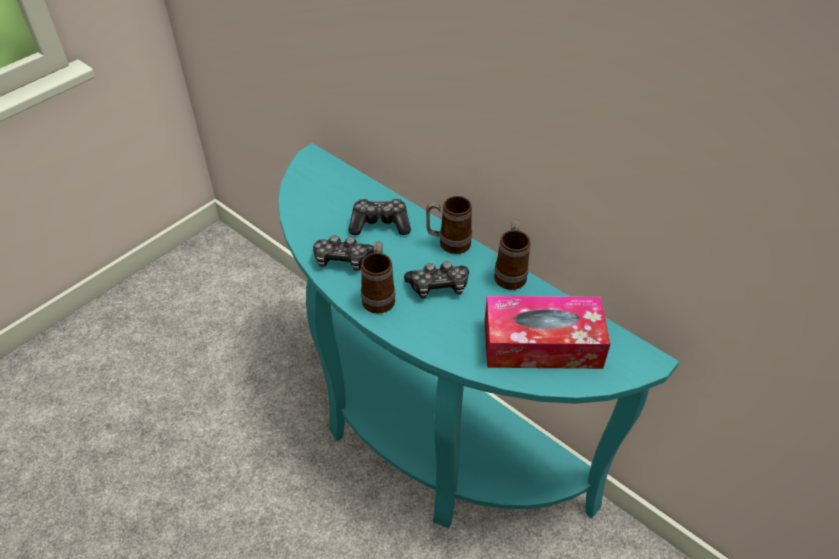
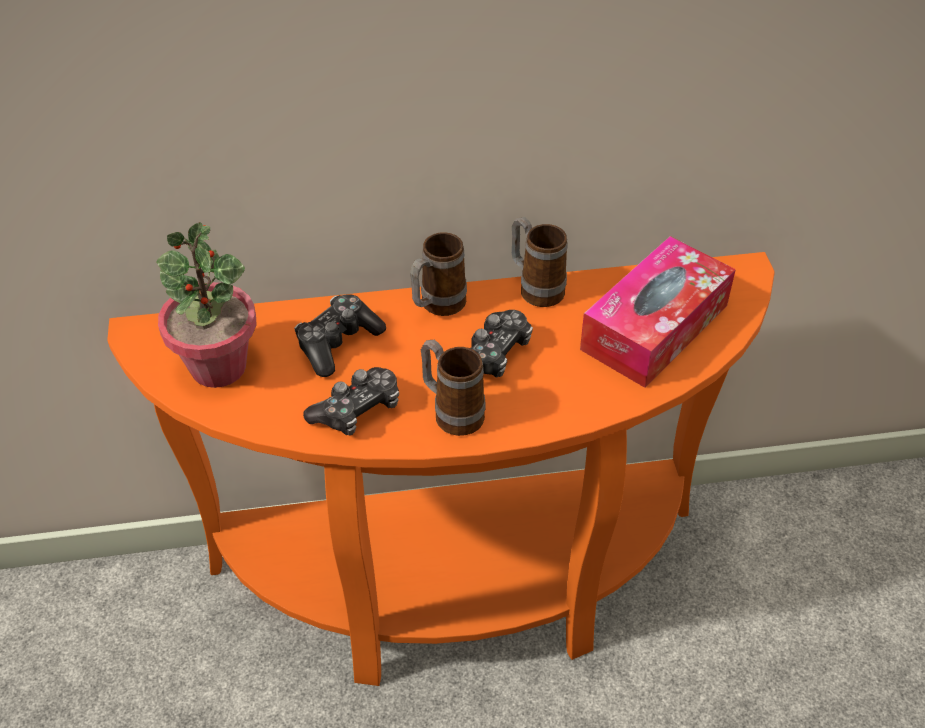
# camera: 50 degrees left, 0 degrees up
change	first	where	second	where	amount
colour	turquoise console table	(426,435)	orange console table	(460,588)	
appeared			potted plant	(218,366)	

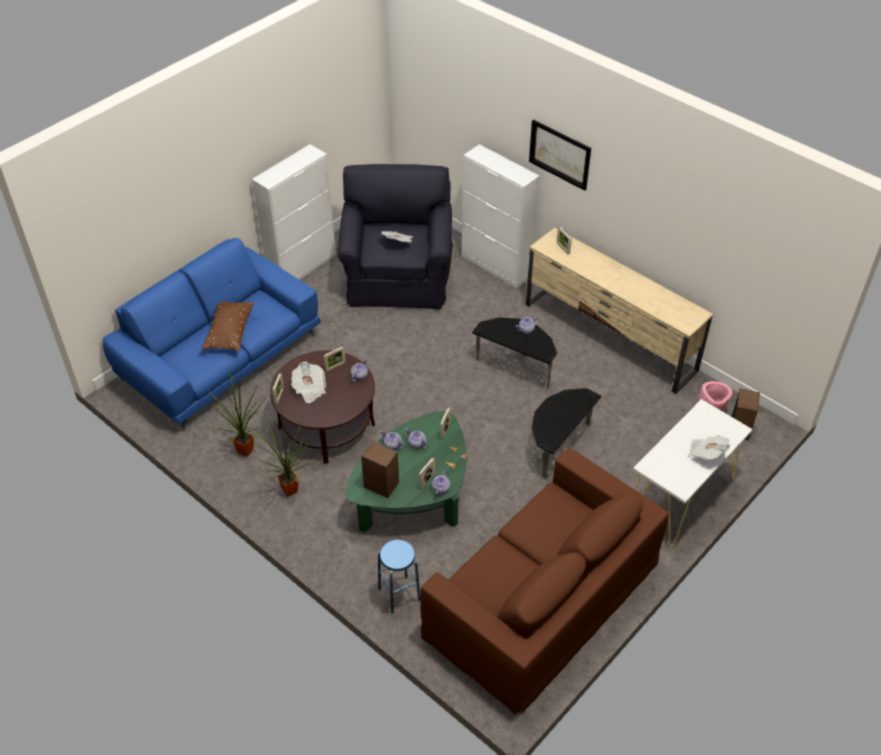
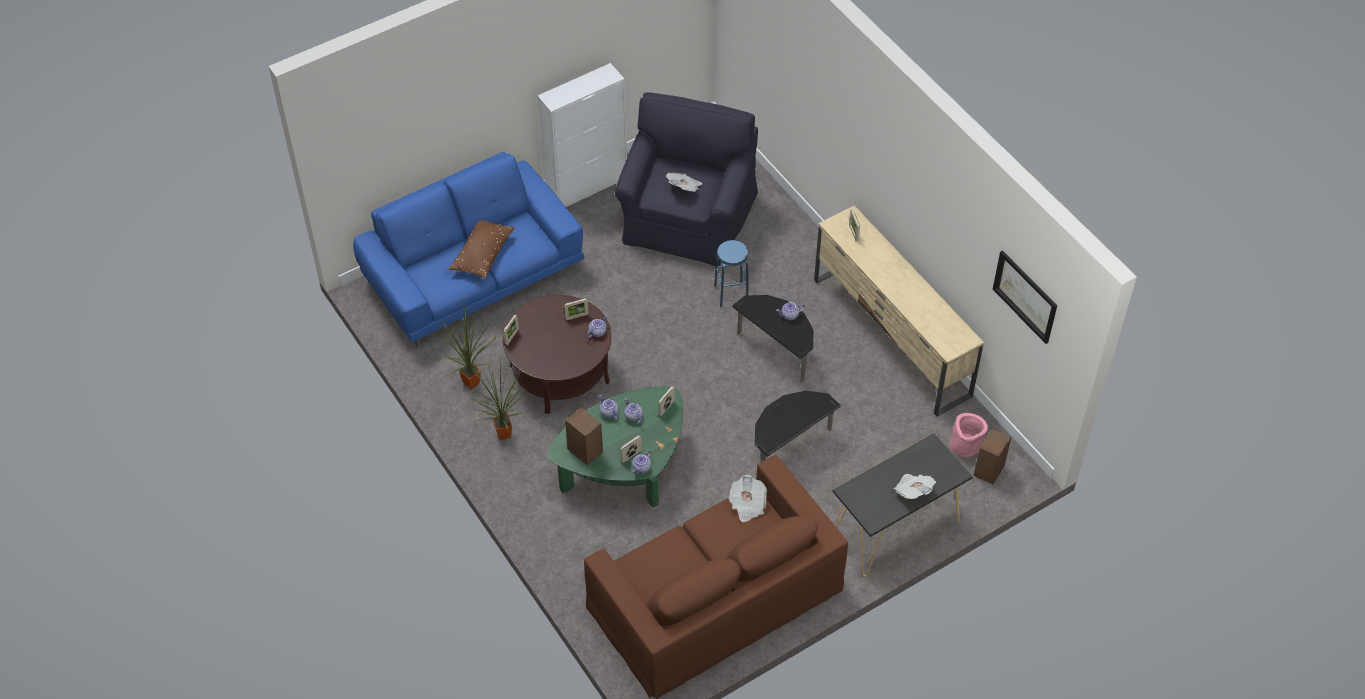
# camera: 15 degrees right, 5 degrees up
change	first	where	second	where	amount
relocated	picture	(560,154)		(1025,296)	
missing	white cabinet	(496,266)			
relocated	newspaper	(309,389)		(747,505)	
colour	white console table	(680,497)	black console table	(894,528)	
relocated	blue stool	(399,594)		(731,293)	

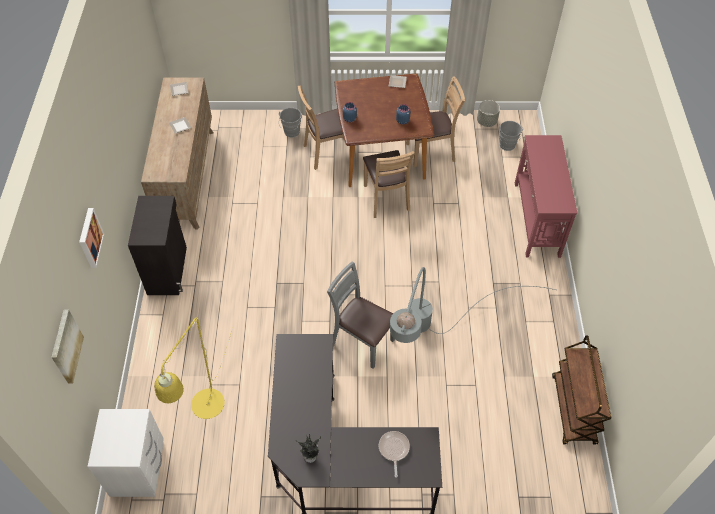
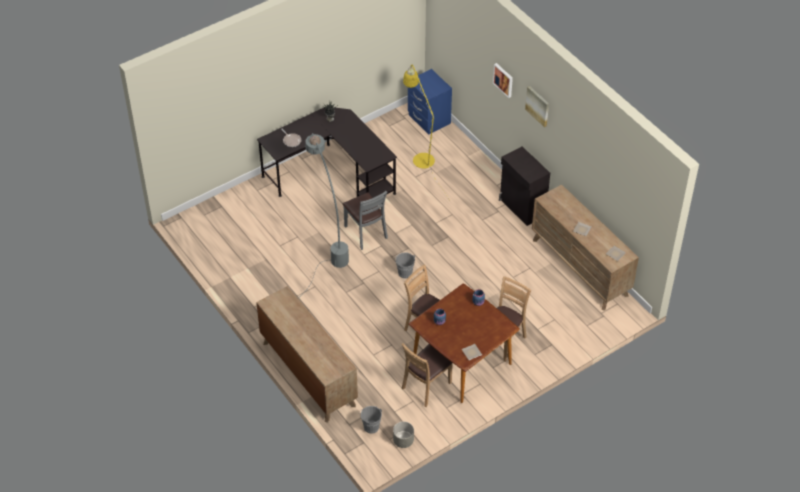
# camera: 145 degrees right, 5 degrees down
change	first	where	second	where	amount
relocated	grey bucket	(291,133)		(404,272)	
exchanged	red console table	(536,219)	brown dresser	(308,373)	
spun	grey chair	(362,341)		(365,233)	60 degrees clockwise
relocated	picture	(65,346)		(538,106)	
missing	brown cart	(573,410)			
colour	white nightstand	(138,469)	blue nightstand	(428,119)	

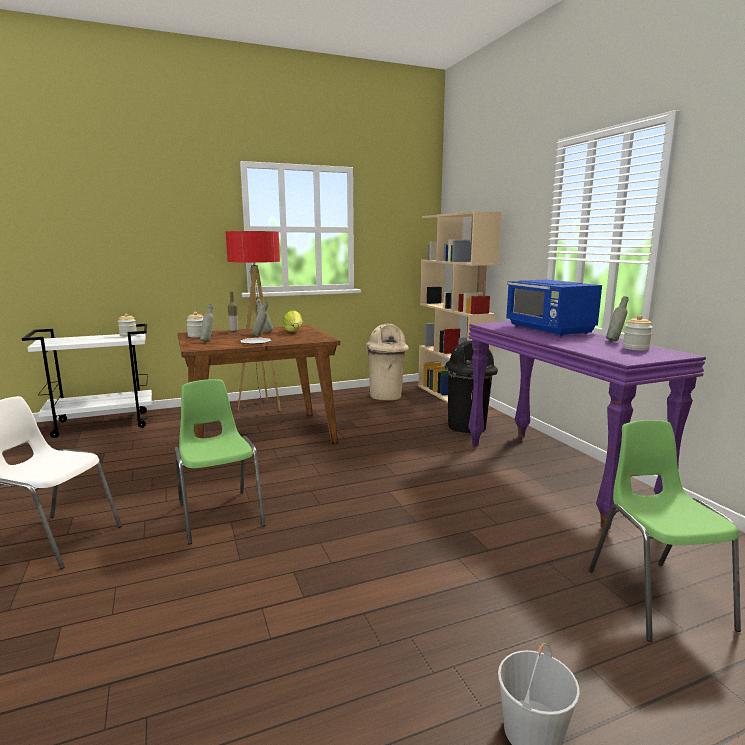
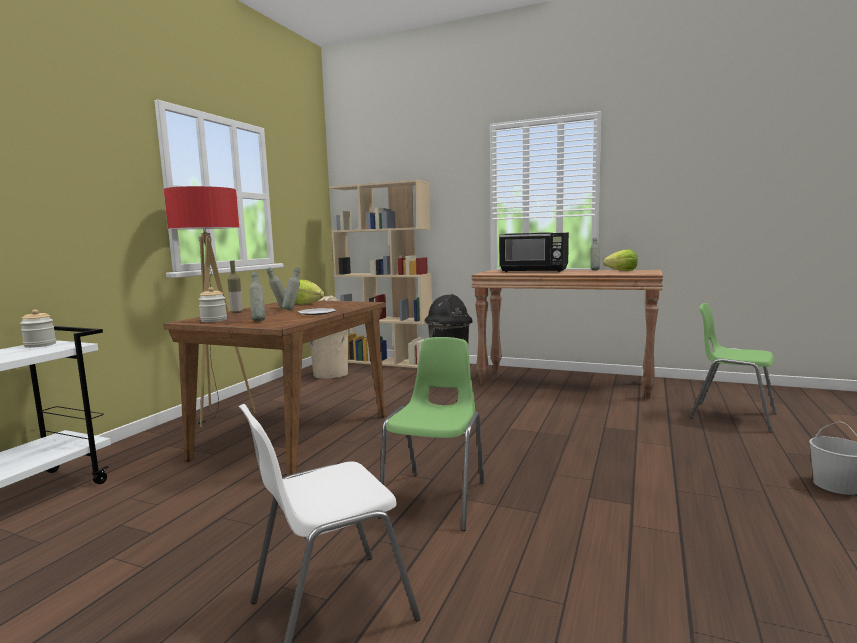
# camera: 45 degrees left, 5 degrees down
change	first	where	second	where	amount
colour	blue microwave	(549,329)	black microwave	(534,271)	
exchanged	jar	(635,348)	lettuce	(622,271)	
colour	purple console table	(557,474)	brown console table	(565,383)	
spun	green chair	(220,515)		(436,499)	90 degrees clockwise

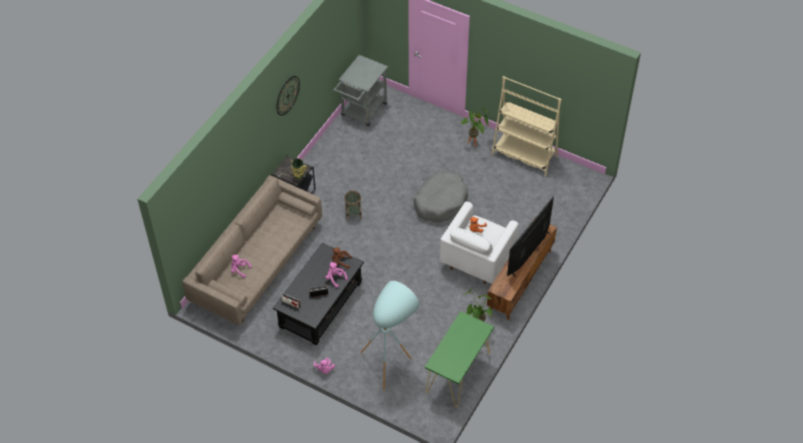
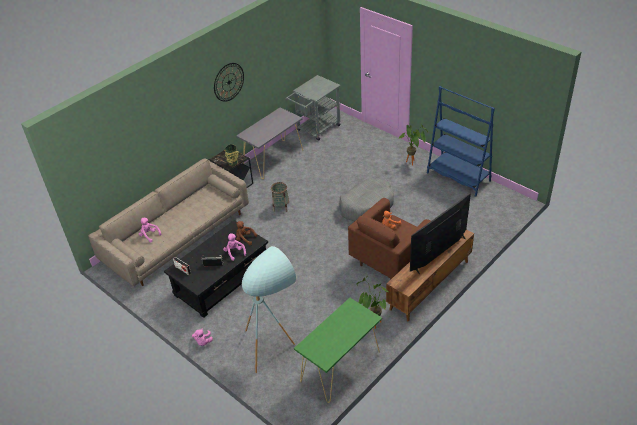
# camera: 15 degrees right, 10 degrees down
change	first	where	second	where	amount
colour	beige bookcase	(524,155)	blue bookcase	(458,177)	
colour	white armchair	(477,260)	brown armchair	(390,260)	
appeared			grey console table	(273,159)	

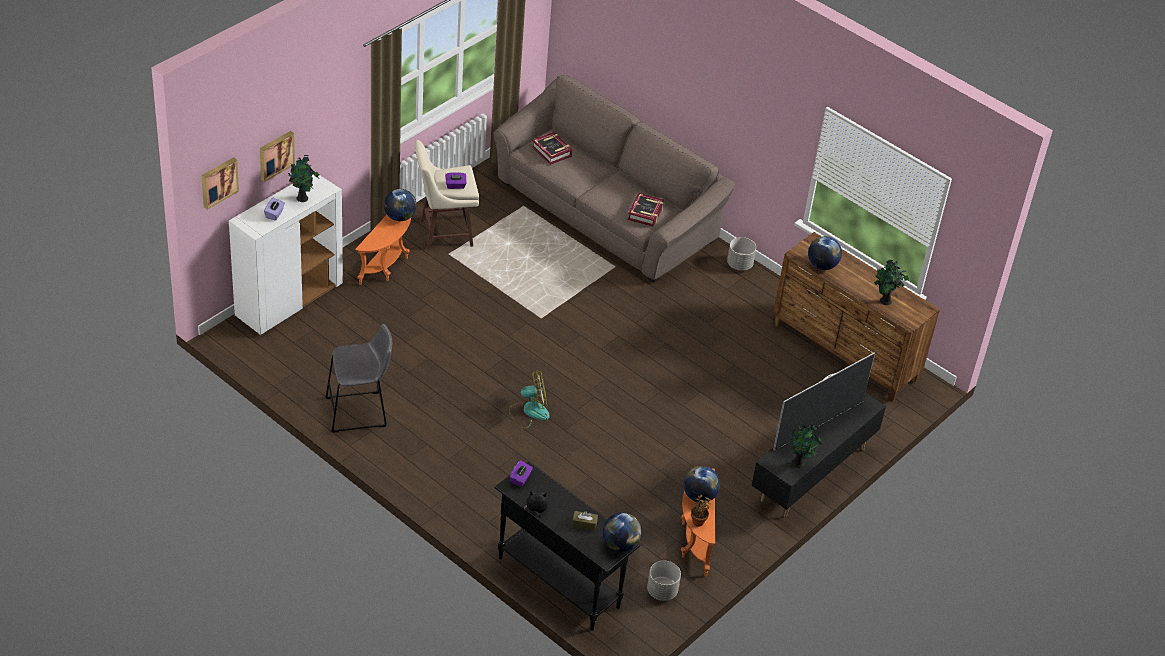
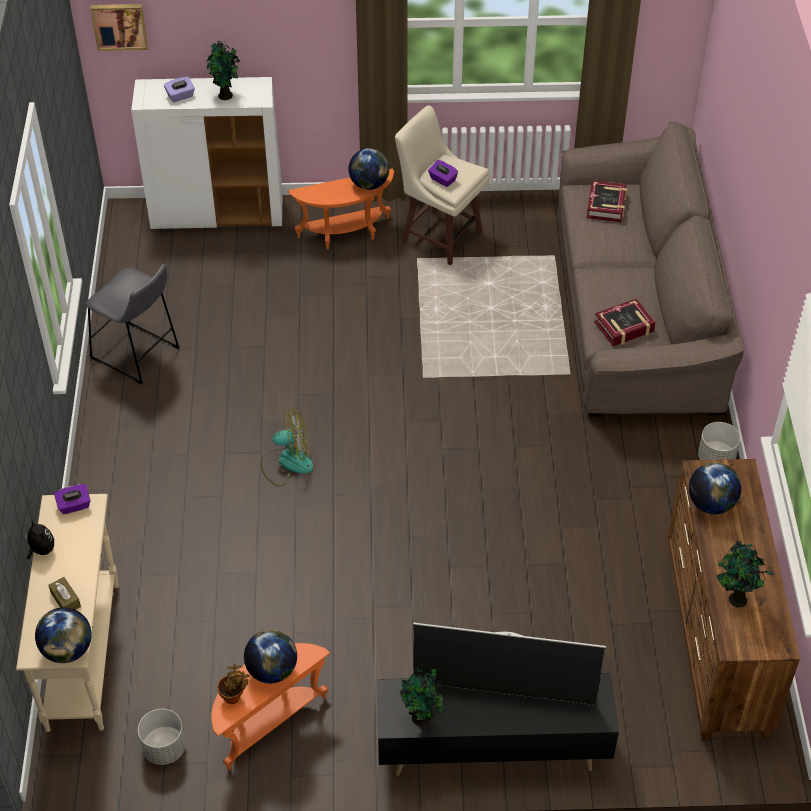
# camera: 50 degrees right, 5 degrees up
change	first	where	second	where	amount
missing	picture	(275,155)			
spun	fan	(529,411)		(287,462)	45 degrees counterclockwise
colour	black console table	(558,582)	beige console table	(84,655)	

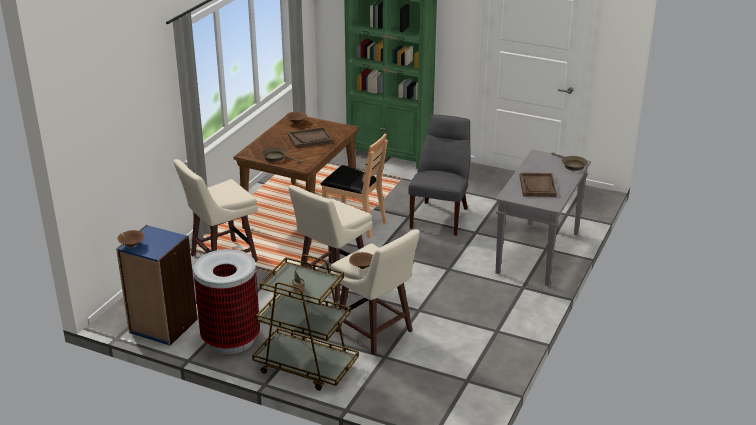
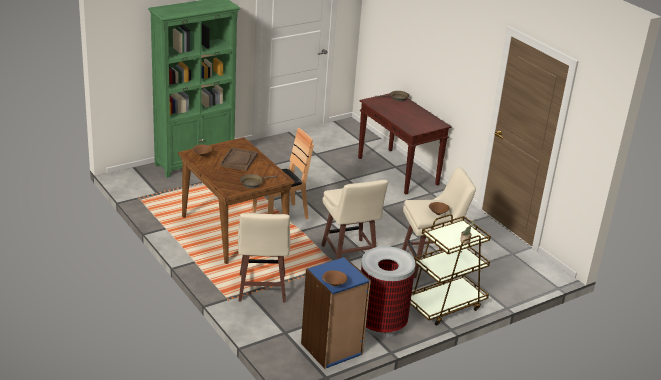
# camera: 60 degrees left, 0 degrees up
change	first	where	second	where	amount
missing	grey chair	(440,216)			
colour	grey console table	(538,254)	brown console table	(398,172)	
missing	brown tray	(537,186)			

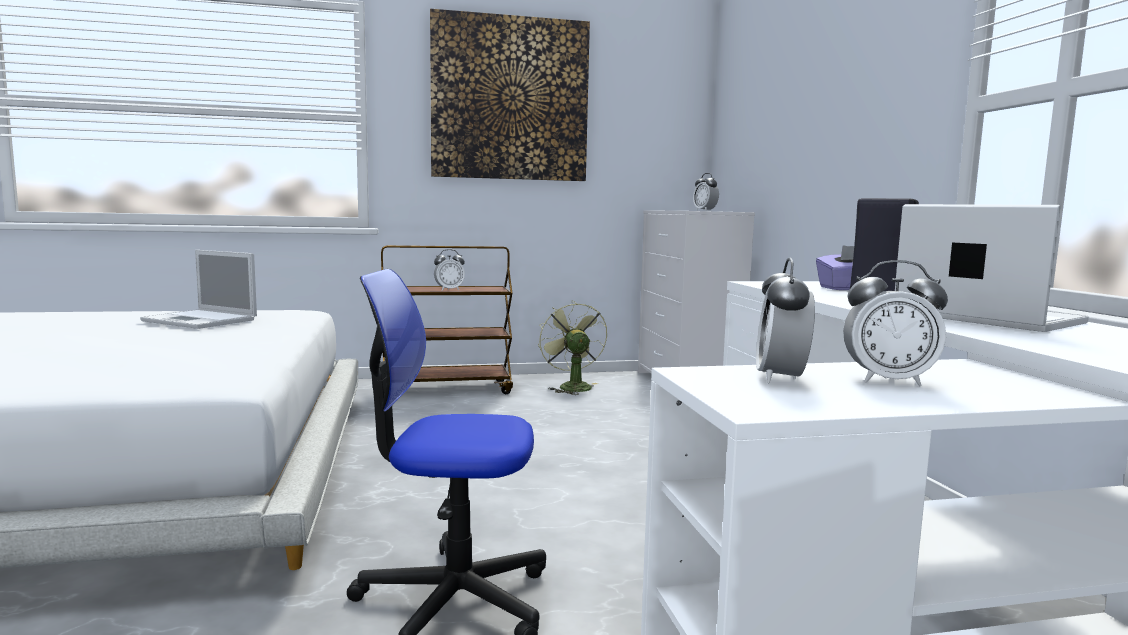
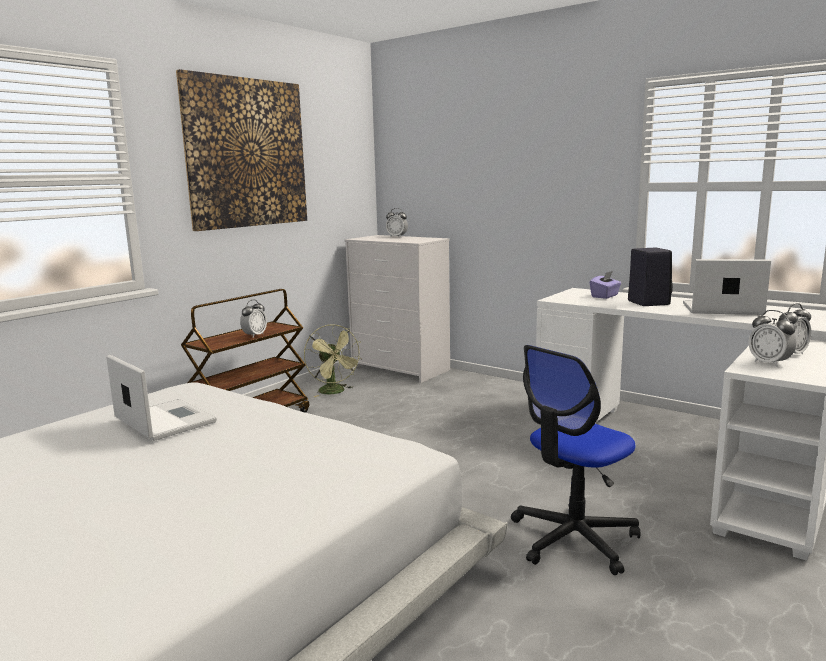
# camera: 40 degrees left, 5 degrees up
change	first	where	second	where	amount
spun	laptop	(201,320)		(164,420)	120 degrees counterclockwise
spun	green fan	(571,386)		(335,392)	150 degrees counterclockwise

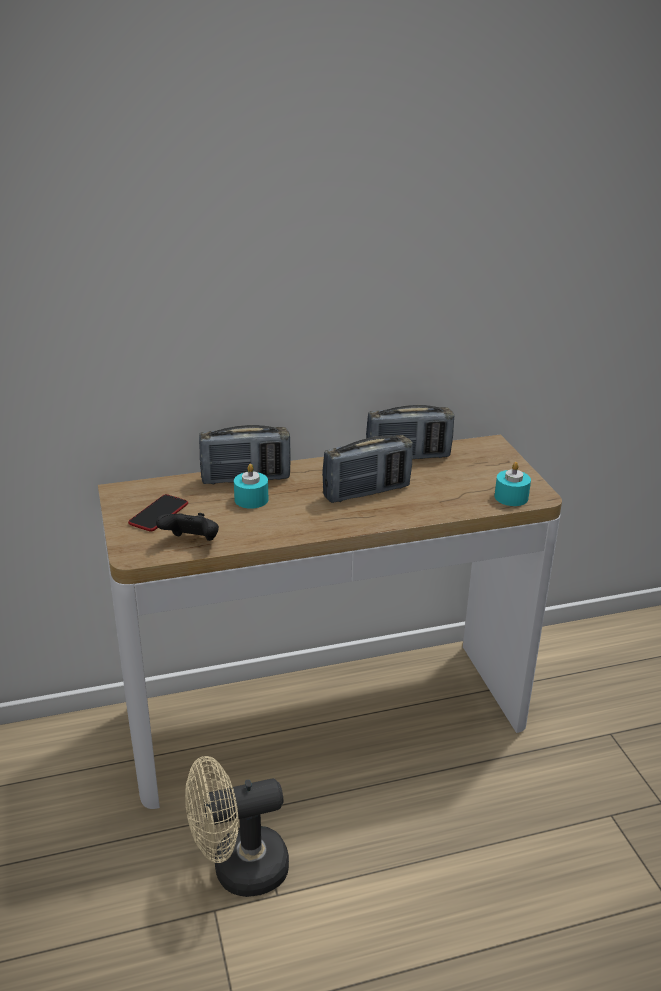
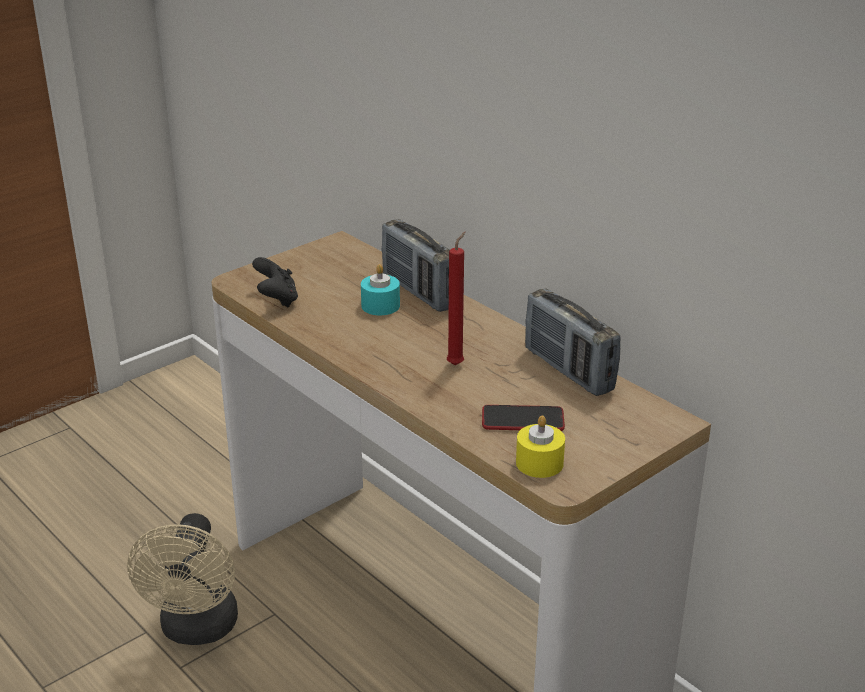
# camera: 65 degrees right, 0 degrees up
change	first	where	second	where	amount
exchanged	radio	(366,492)	red candle	(457,364)	
colour	turquoise candle	(511,497)	yellow candle	(539,463)	
relocated	phone	(158,514)		(522,420)	
spun	beige fan	(238,870)		(197,630)	135 degrees counterclockwise

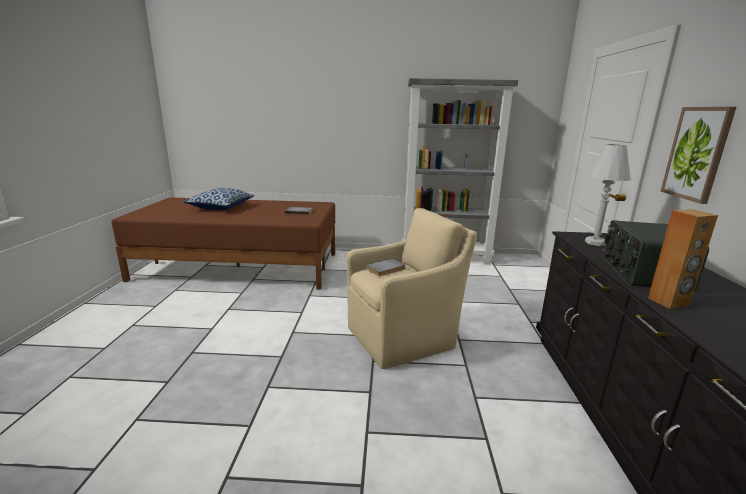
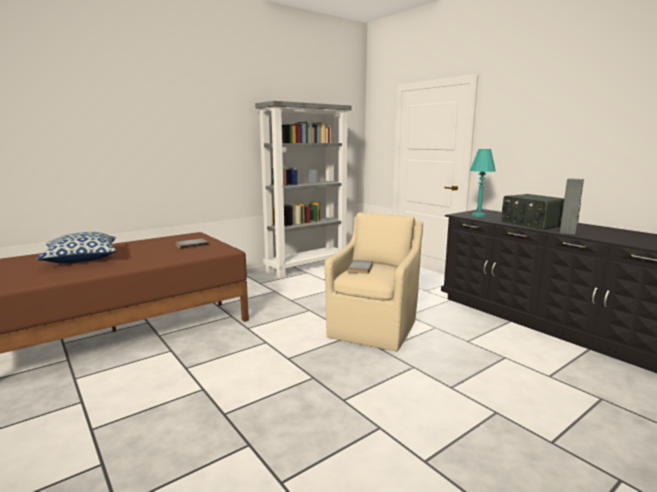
# camera: 40 degrees left, 5 degrees down
change	first	where	second	where	amount
missing	picture	(697,153)			
colour	white table lamp	(595,243)	turquoise table lamp	(478,216)	
colour	brown speaker	(668,302)	grey speaker	(568,232)	

